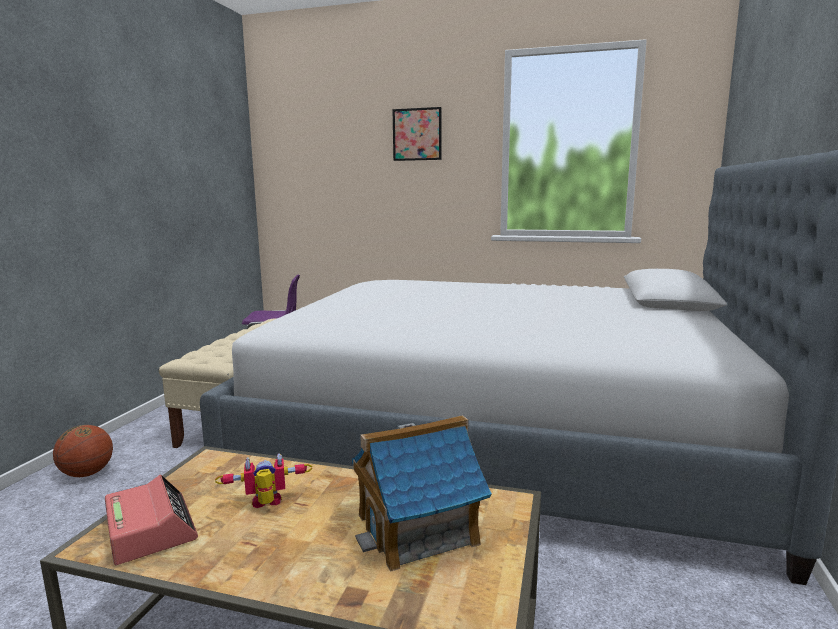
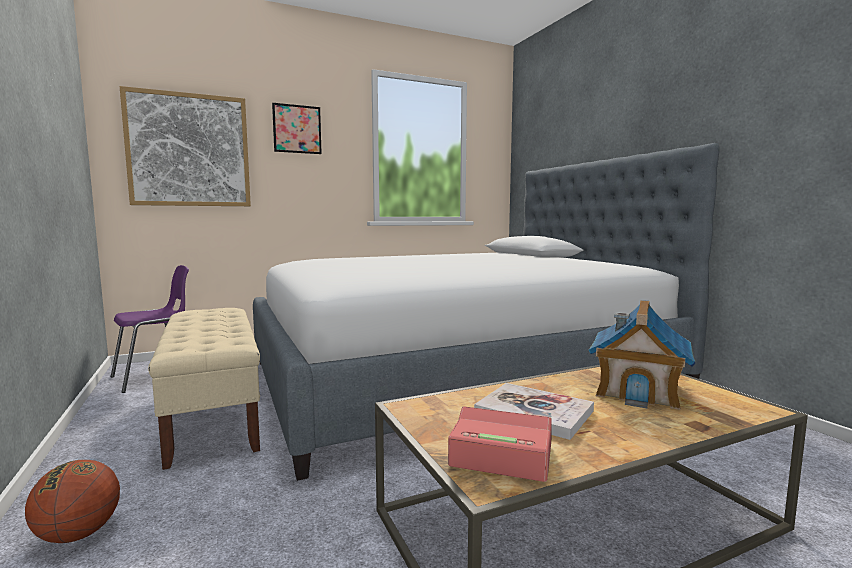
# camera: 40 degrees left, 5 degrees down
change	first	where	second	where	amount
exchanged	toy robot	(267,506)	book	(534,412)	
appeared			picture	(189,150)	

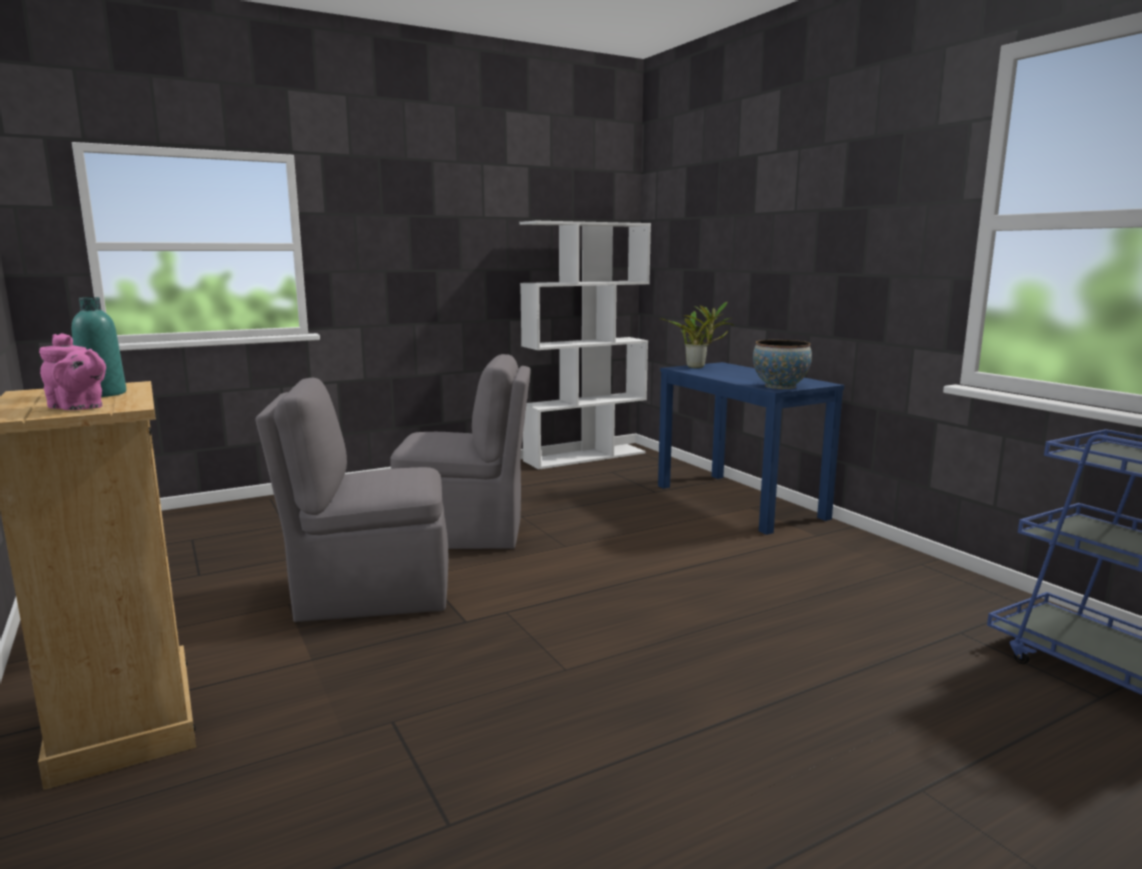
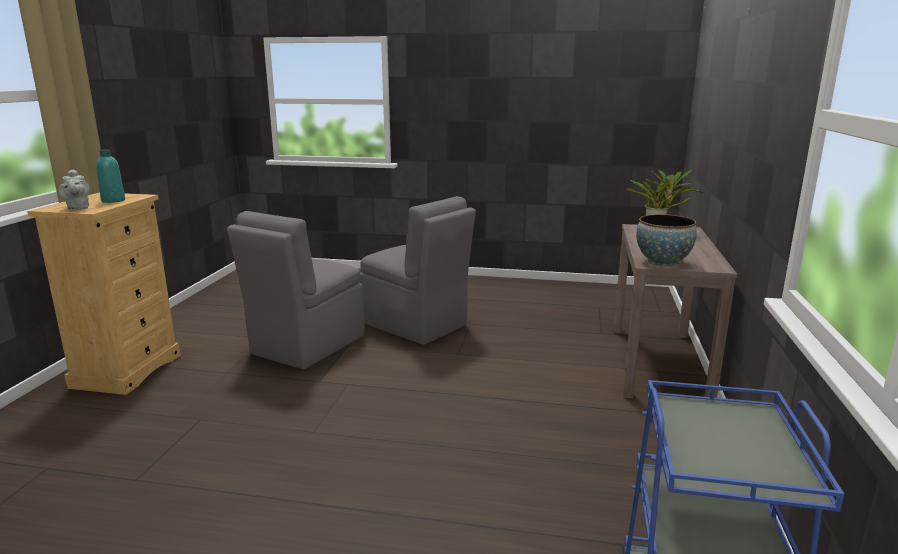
# camera: 40 degrees right, 5 degrees up
change	first	where	second	where	amount
missing	white bookcase	(585,456)			
colour	pink teapot	(79,408)	grey teapot	(78,208)	
colour	blue console table	(739,501)	brown console table	(658,363)	
spun	grey chair	(369,593)		(306,345)	90 degrees counterclockwise

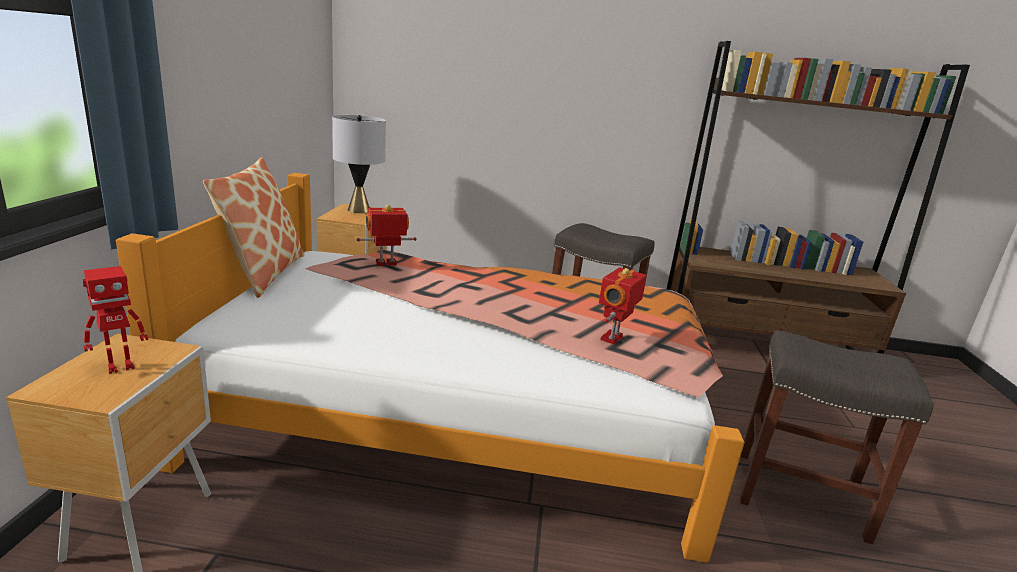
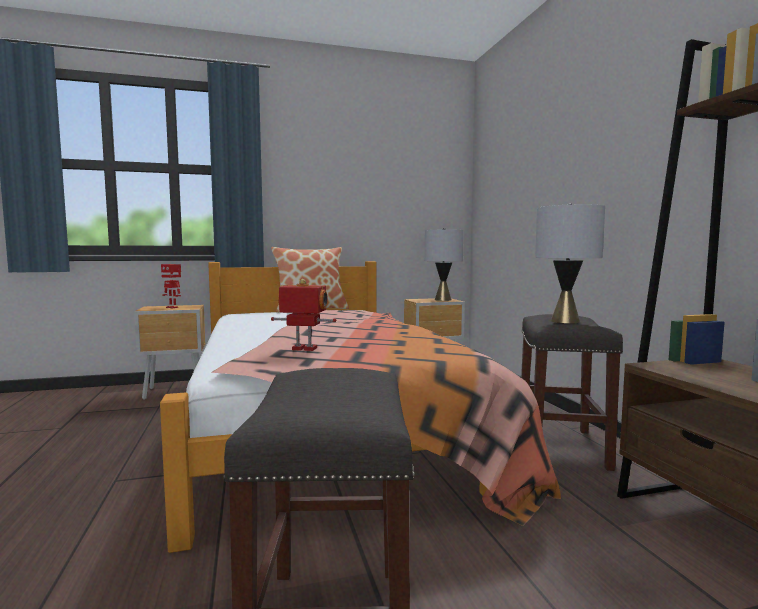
# camera: 70 degrees right, 15 degrees down
change	first	where	second	where	amount
missing	toy robot	(386,264)			
appeared			grey table lamp	(564,321)	

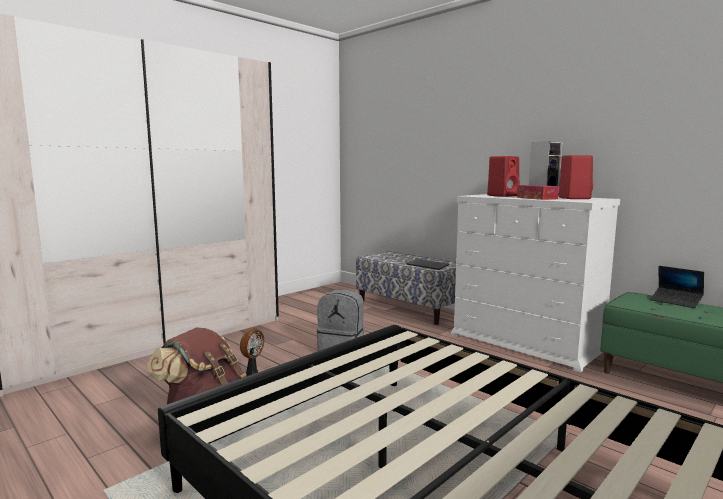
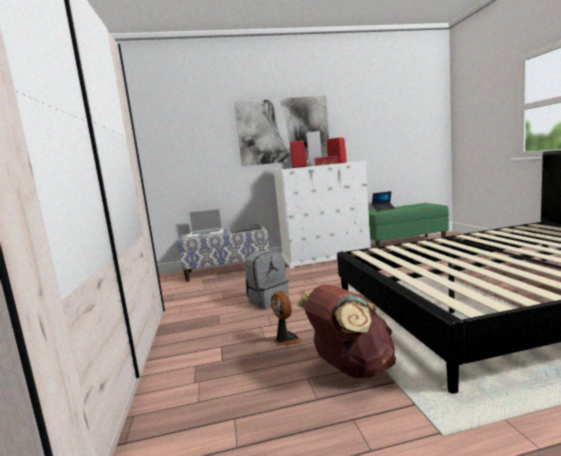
# camera: 55 degrees left, 0 degrees up
change	first	where	second	where	amount
appeared			picture	(283,130)	
appeared			laptop	(206,234)	

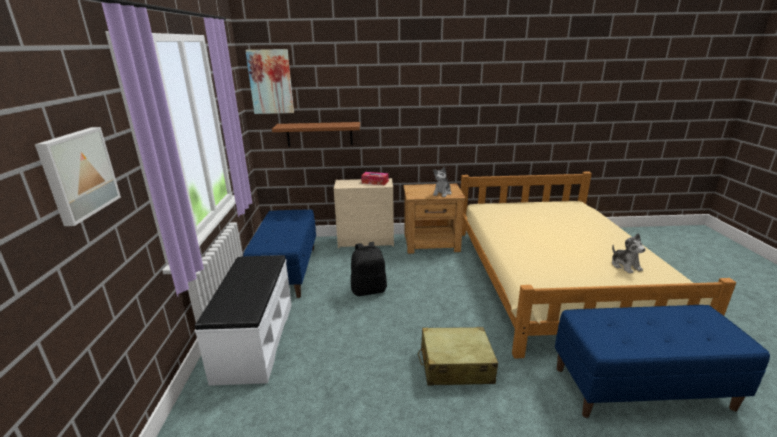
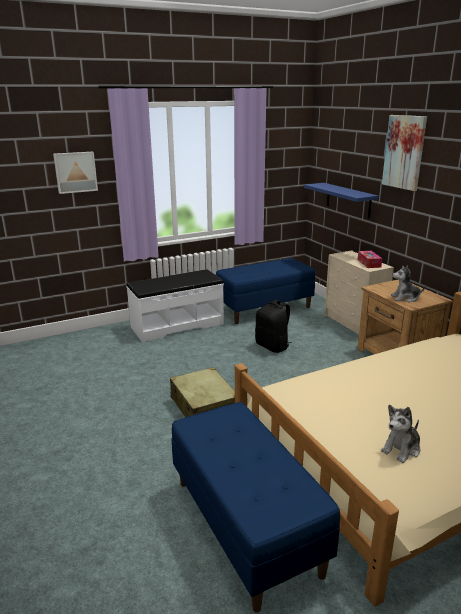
# camera: 65 degrees right, 0 degrees up
change	first	where	second	where	amount
relocated	picture	(271,82)		(404,152)	
colour	brown shelf	(319,134)	blue shelf	(348,200)	

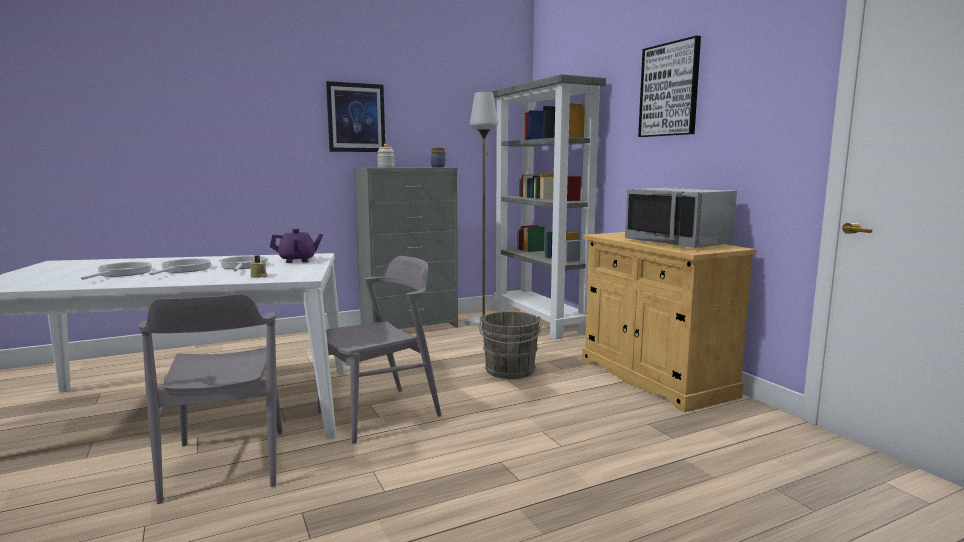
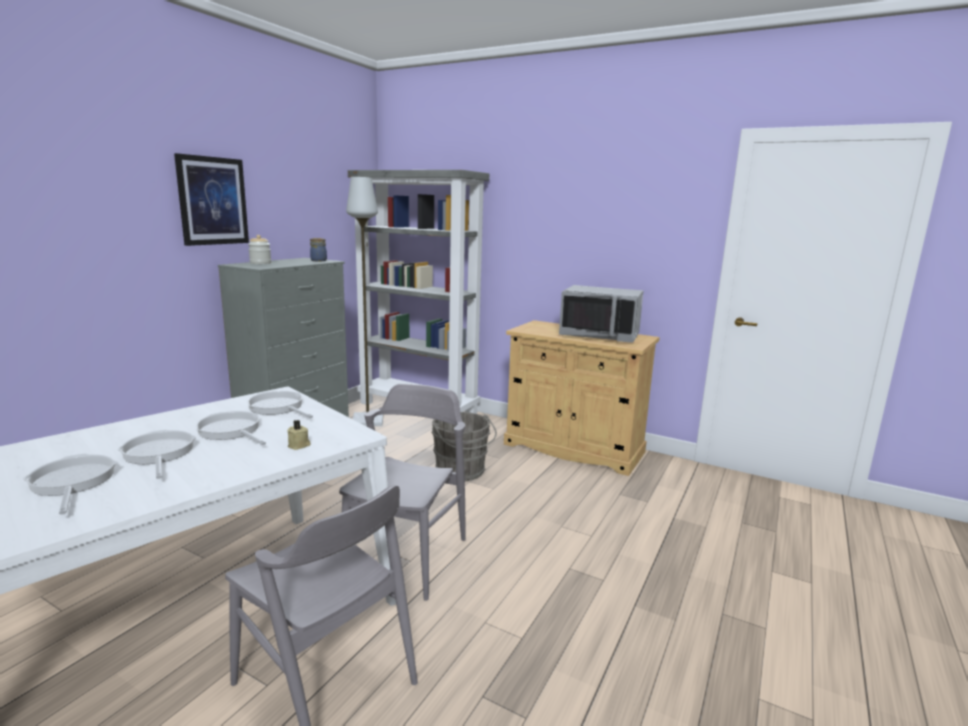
# camera: 35 degrees left, 5 degrees up
change	first	where	second	where	amount
missing	picture	(669,90)			
exchanged	purple teapot	(298,260)	frying pan	(278,407)	

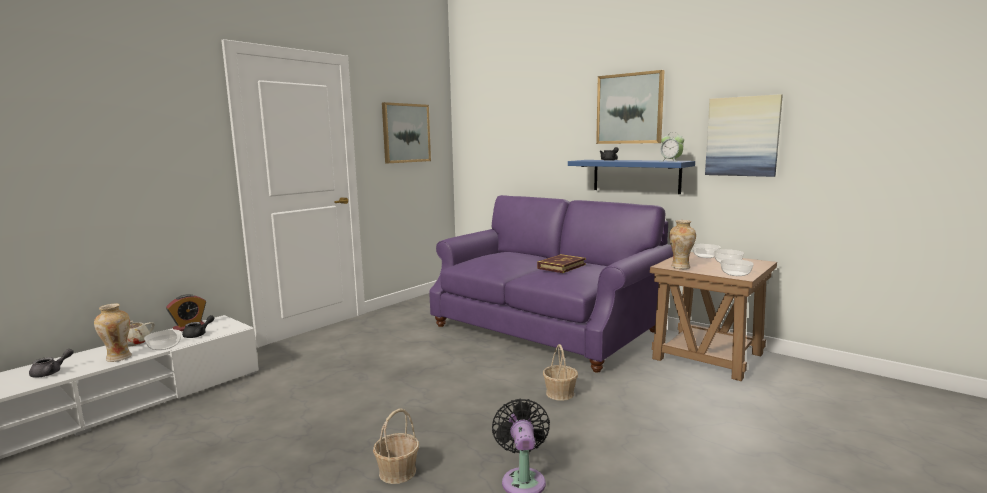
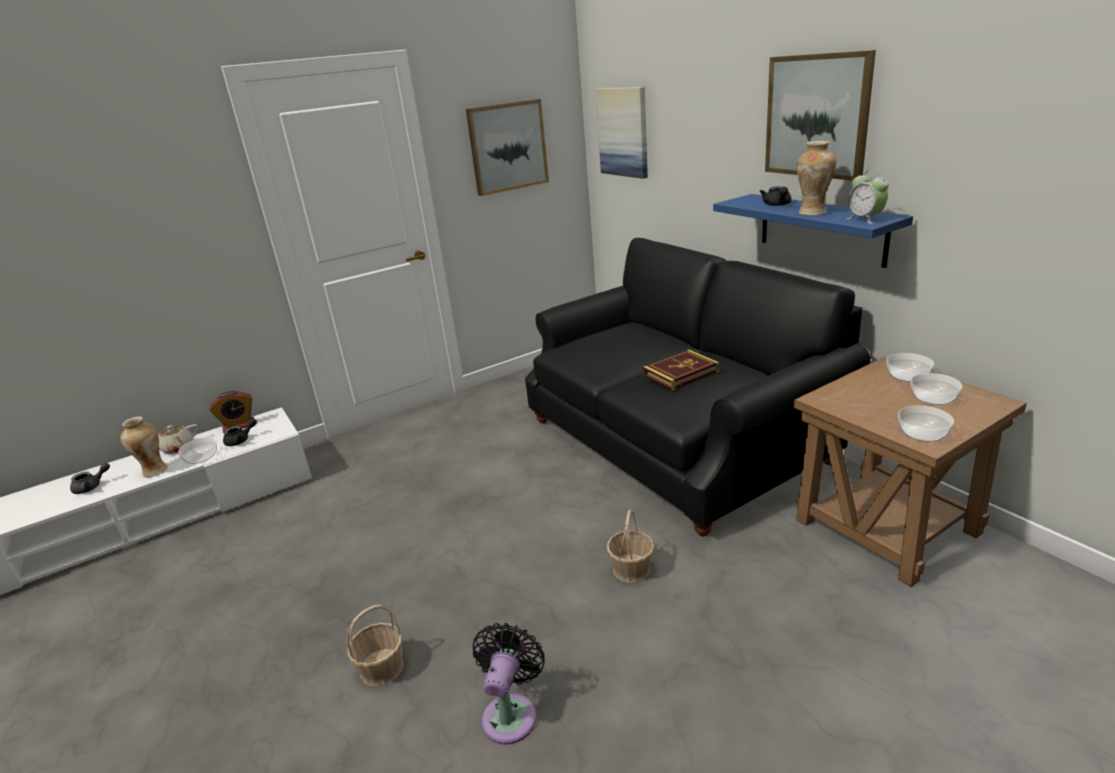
# camera: 20 degrees right, 15 degrees up
change	first	where	second	where	amount
relocated	picture	(742,136)		(623,132)	
colour	purple sofa	(546,328)	black sofa	(675,440)	
relocated	vase	(680,267)		(812,213)	

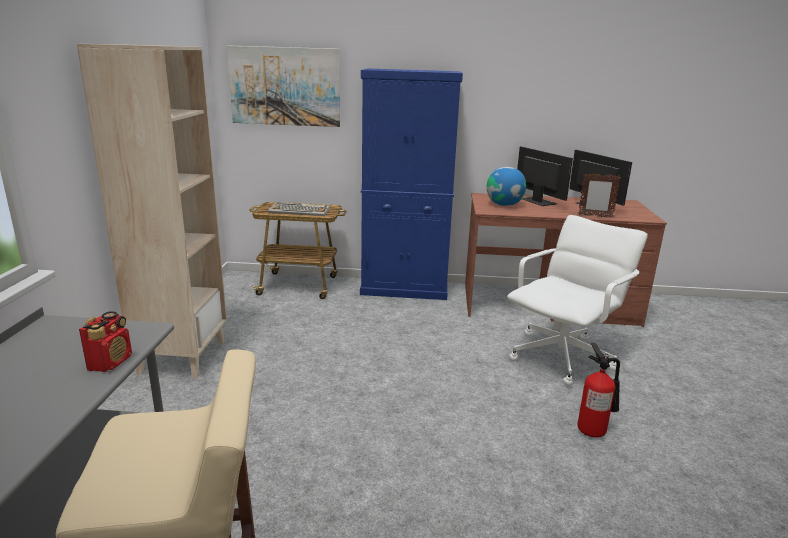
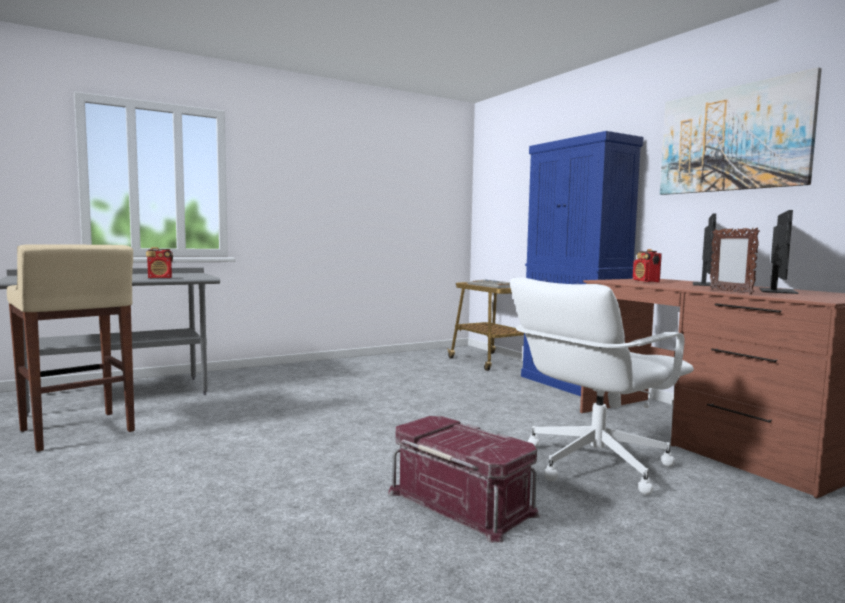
# camera: 55 degrees right, 15 degrees down
change	first	where	second	where	amount
missing	beige bookcase	(182,356)			
relocated	picture	(285,86)		(732,139)	
exchanged	globe	(504,205)	radio	(646,281)	
spun	white office chair	(562,357)		(594,464)	135 degrees clockwise
exchanged	fire extinguisher	(594,430)	red storage box	(462,502)	

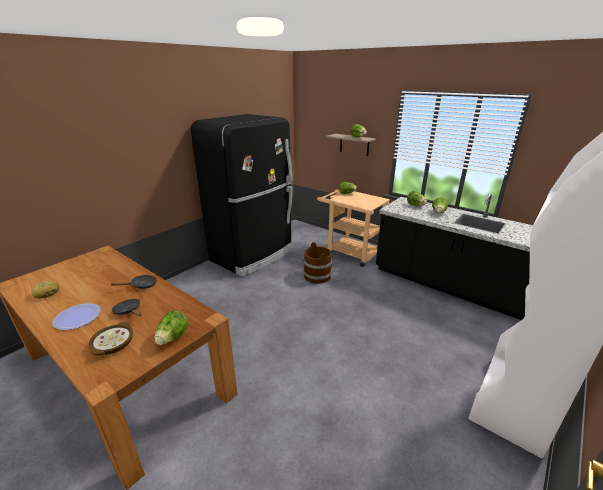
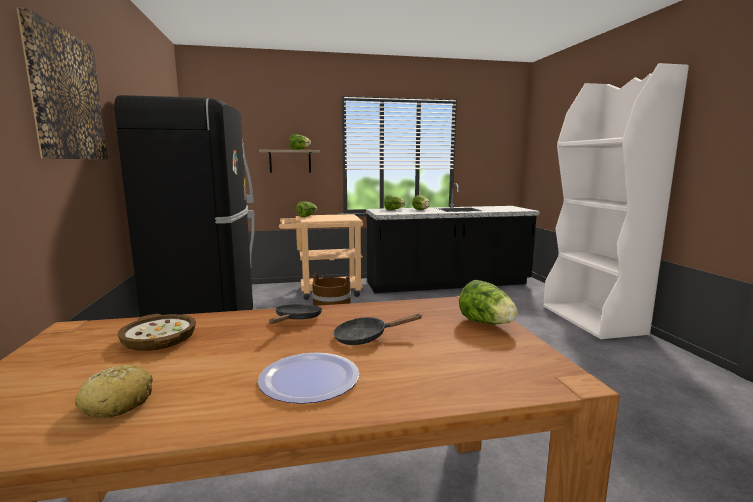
# camera: 50 degrees left, 15 degrees down
change	first	where	second	where	amount
relocated	bowl	(112,343)		(158,339)	
appeared			picture	(65,96)	

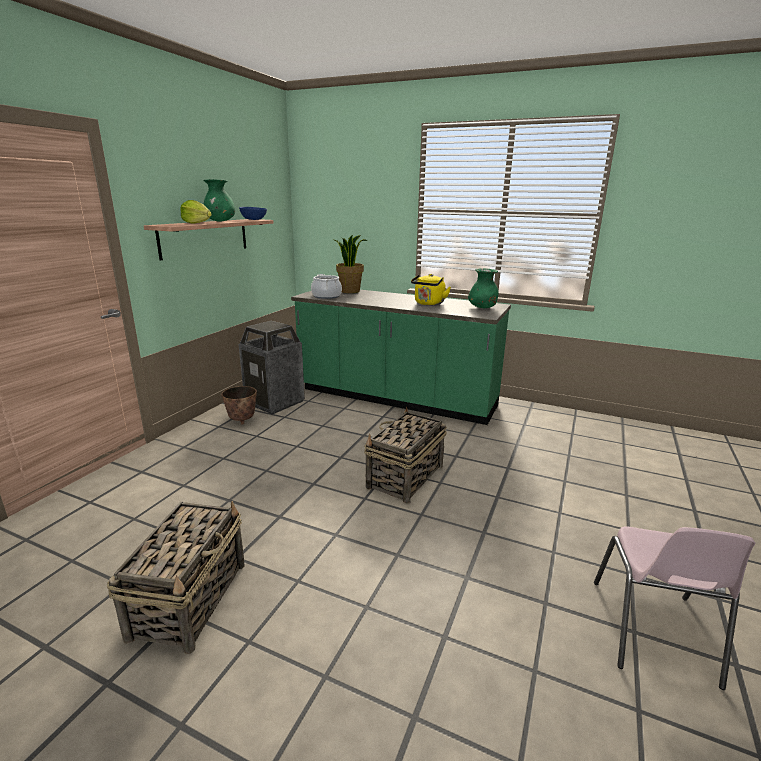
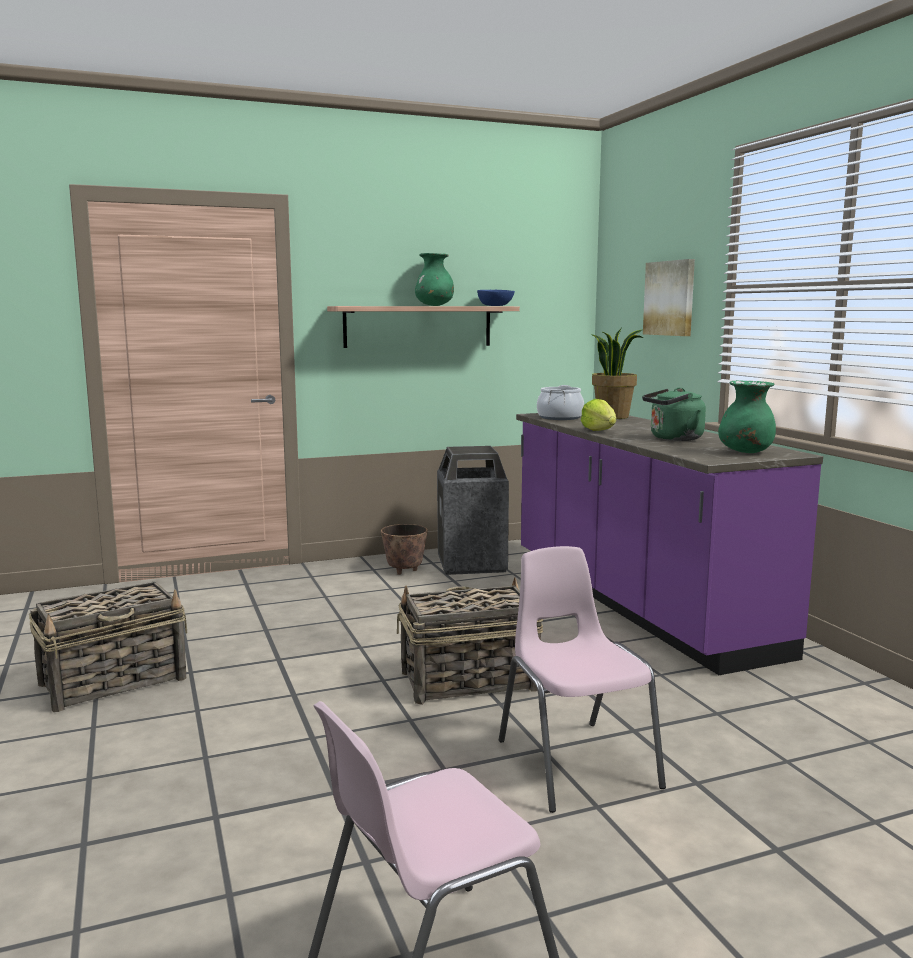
# camera: 45 degrees right, 10 degrees down
change	first	where	second	where	amount
relocated	lettuce	(197,223)		(599,431)	
colour	yellow kettle	(428,304)	green kettle	(673,439)	
colour	green counter	(396,399)	purple counter	(636,603)	
appeared			picture	(670,298)	
appeared			pink chair	(575,762)	

